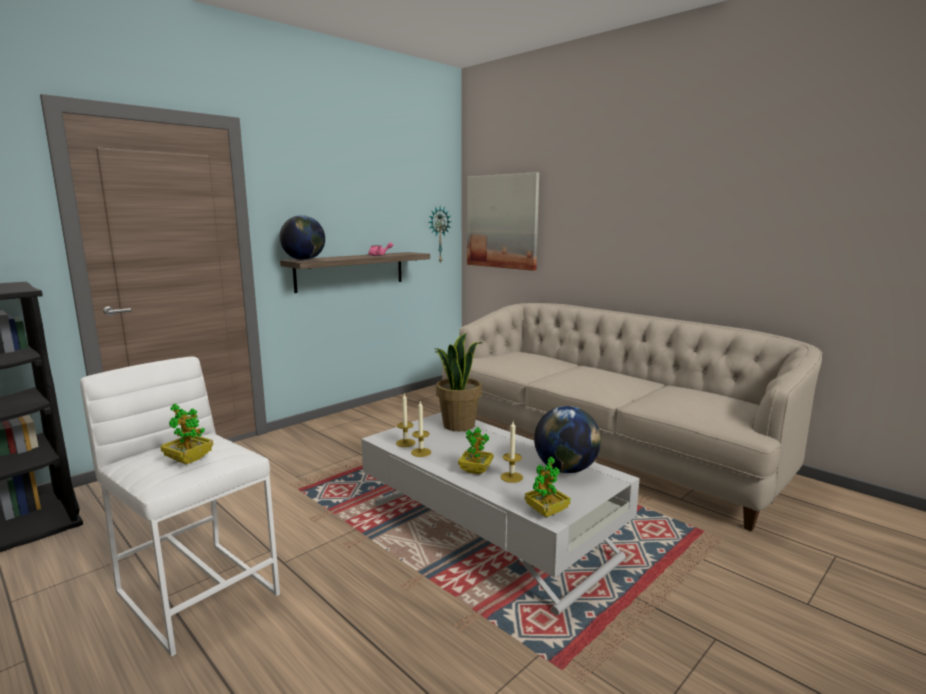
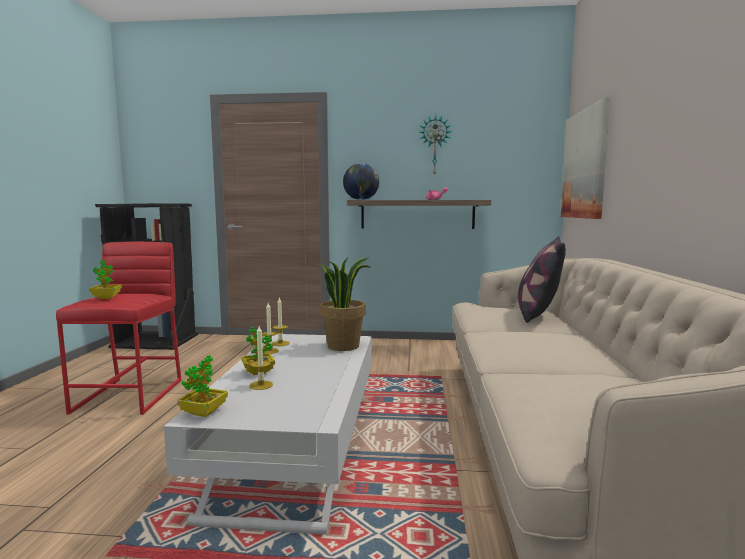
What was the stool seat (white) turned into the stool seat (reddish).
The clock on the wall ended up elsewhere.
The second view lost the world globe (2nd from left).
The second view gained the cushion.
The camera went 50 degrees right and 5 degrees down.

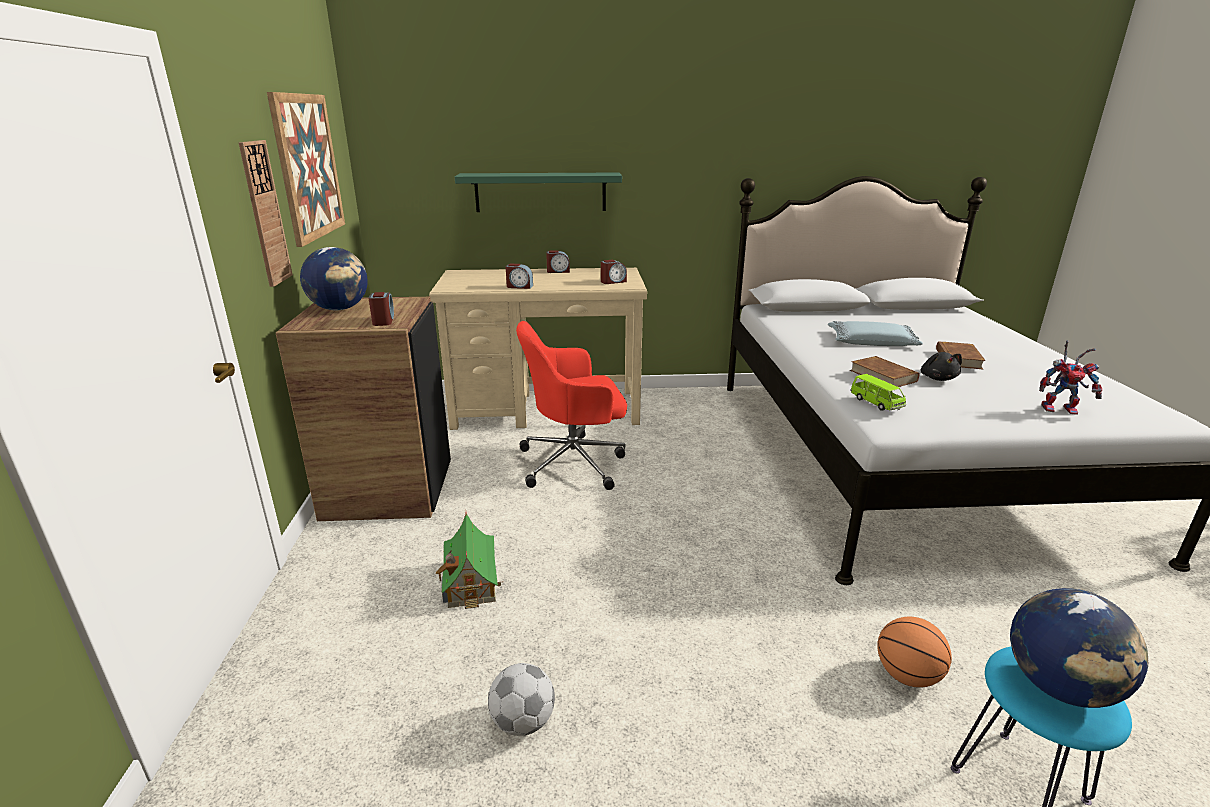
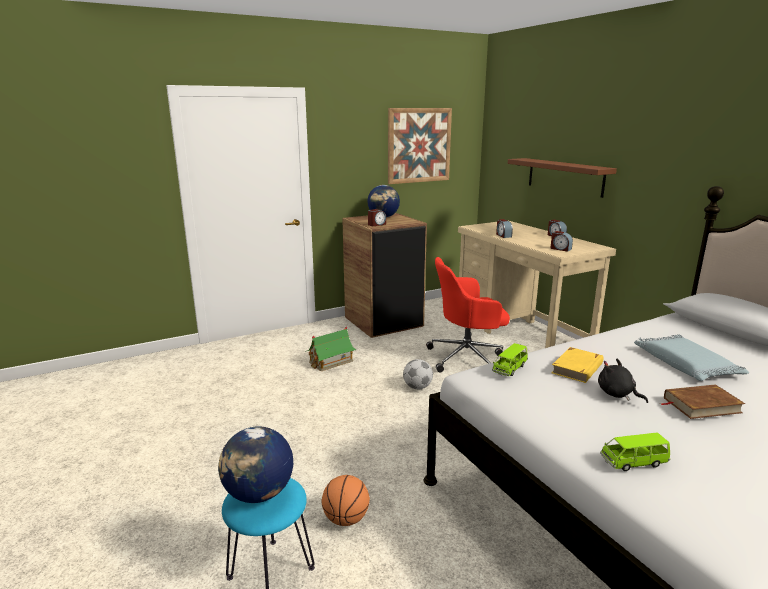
The second view lost the clock on the wall.
What was the bracket shelf (green) turned into the bracket shelf (brownish).
The football ended up elsewhere.
The desk chair (reddish) ended up facing another way, 60 degrees counterclockwise from before.
What was the volume (brownish) (1st from left) turned into the volume (yellow-coloured).
The plush toy (blackish) ended up facing another way, 75 degrees clockwise from before.
Where the robot figure stood, the model car (green) (2nd from left) came to stand.
The camera went 65 degrees right and 5 degrees down.

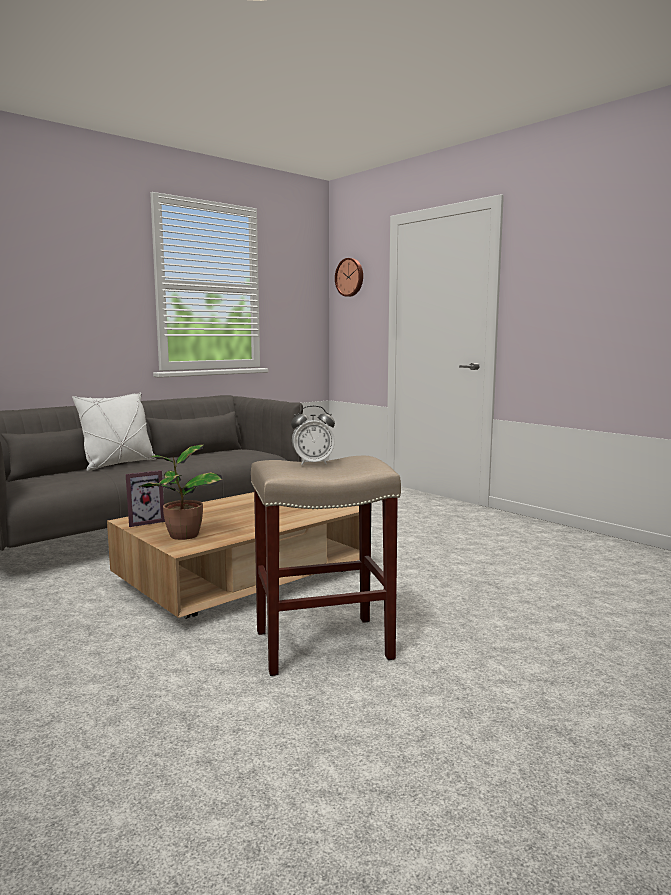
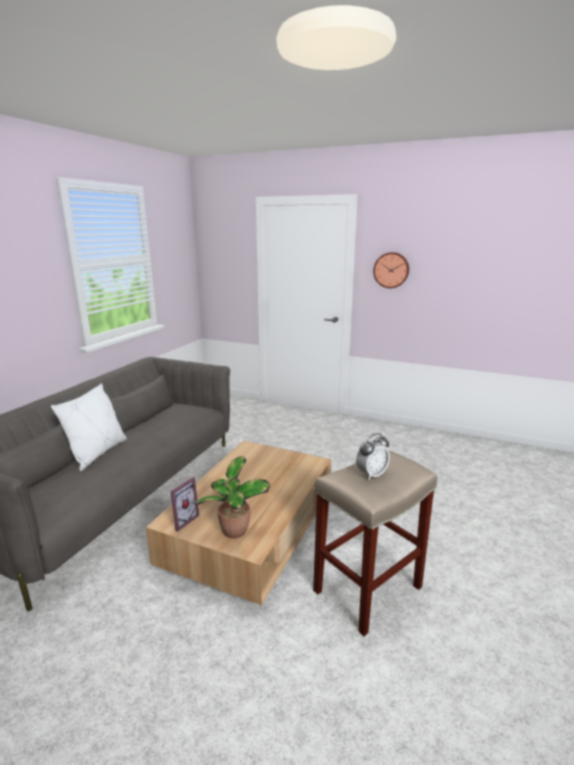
The clock on the wall ended up elsewhere.
The camera went 25 degrees left and 10 degrees up.

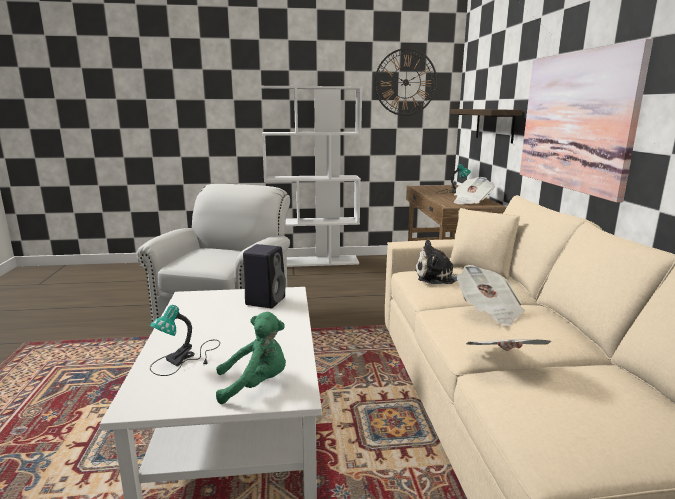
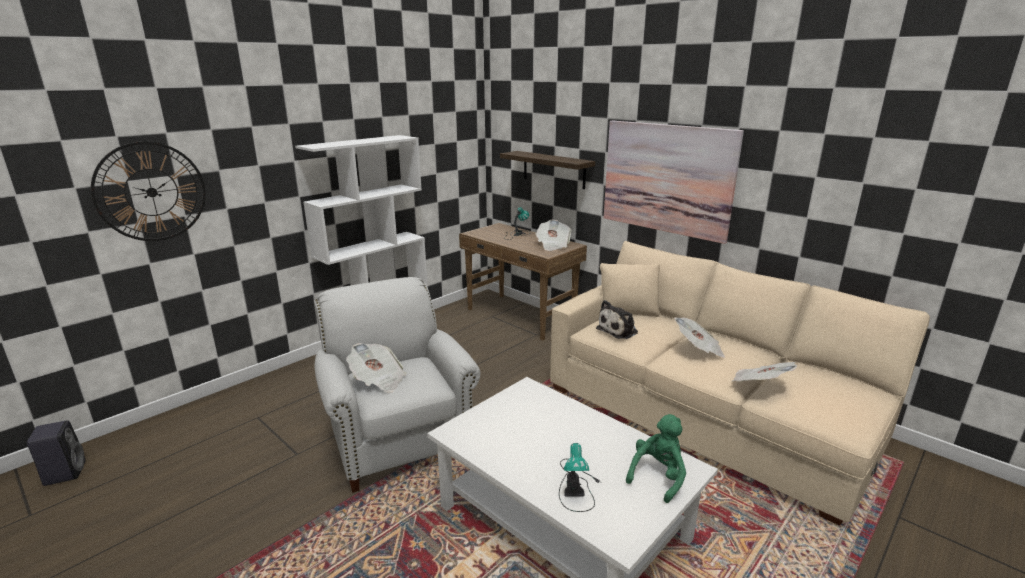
The loudspeaker (blackish) ended up elsewhere.
The clock on the wall ended up elsewhere.
The second view gained the newspaper (1st from left).
The camera went 40 degrees left and 5 degrees up.

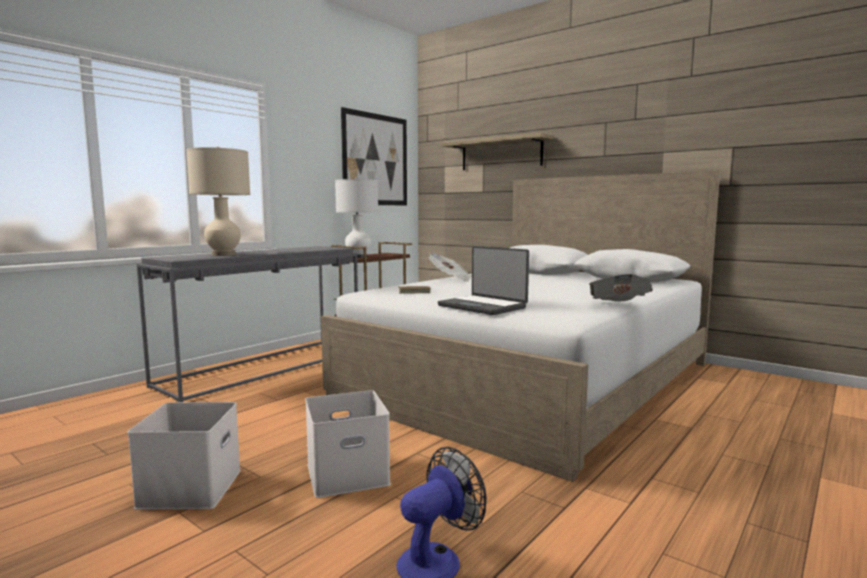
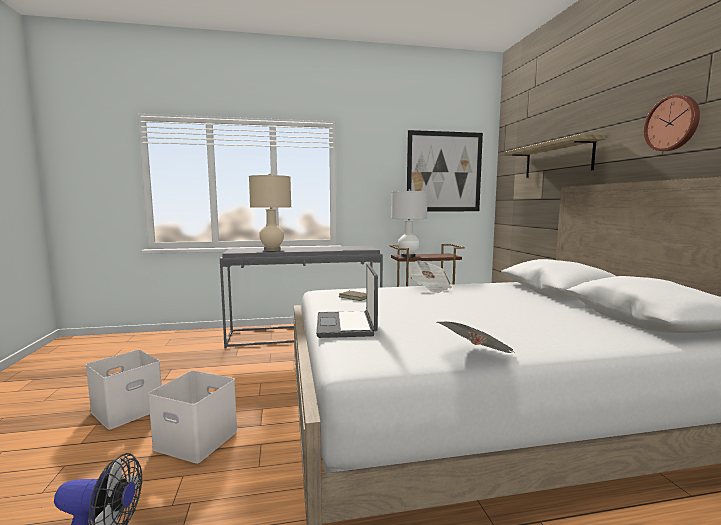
The second view gained the clock on the wall.
The camera went 40 degrees right and 0 degrees up.

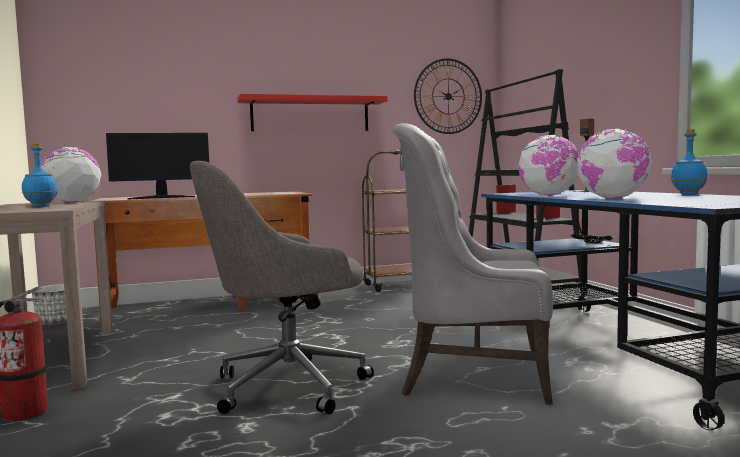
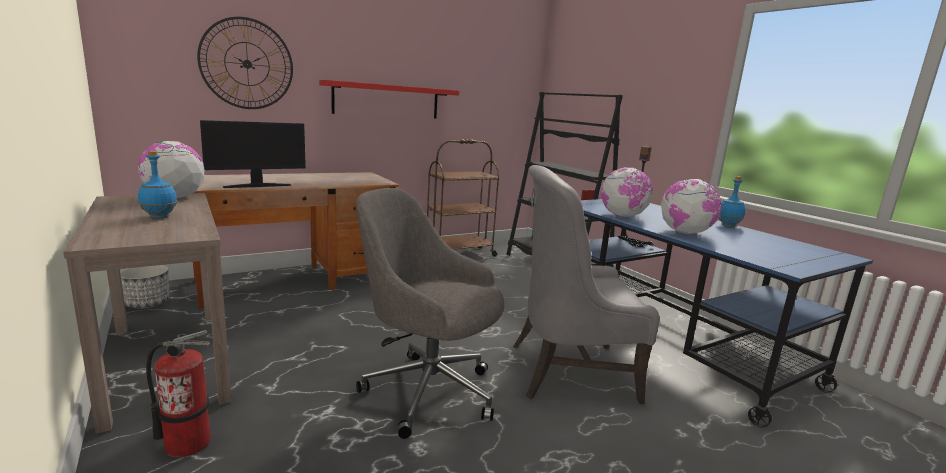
The desk chair (greyish) ended up facing another way, 60 degrees clockwise from before.
The clock on the wall ended up elsewhere.
The camera went 15 degrees left and 10 degrees up.

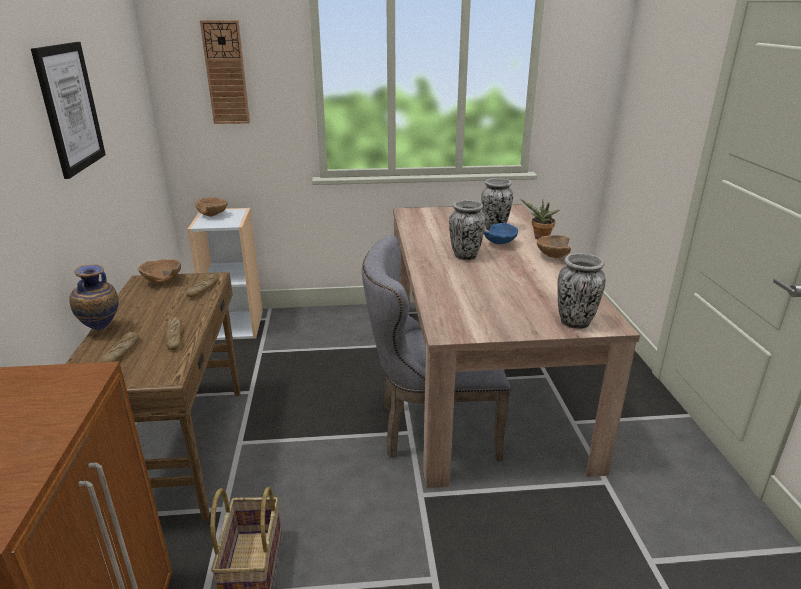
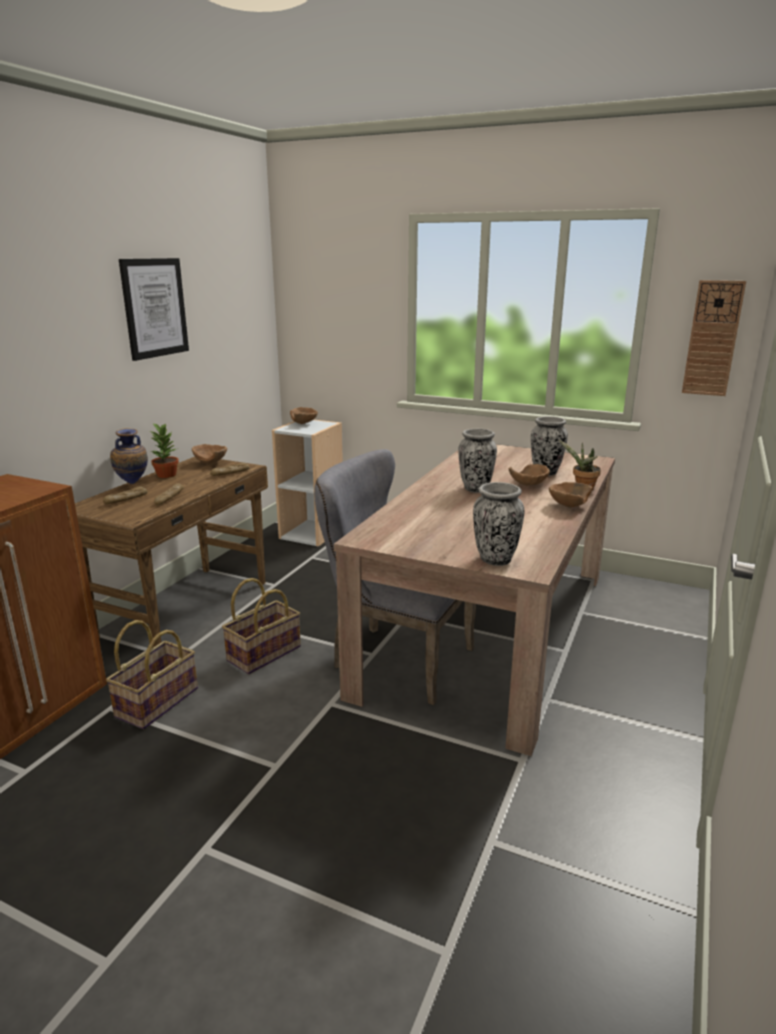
The clock on the wall ended up elsewhere.
What was the bowl (bluish) turned into the bowl (brownish) (3rd from left).
The second view gained the plant in a pot (1st from left).
The second view gained the household basket (2nd from left).
The camera went 30 degrees right and 5 degrees down.

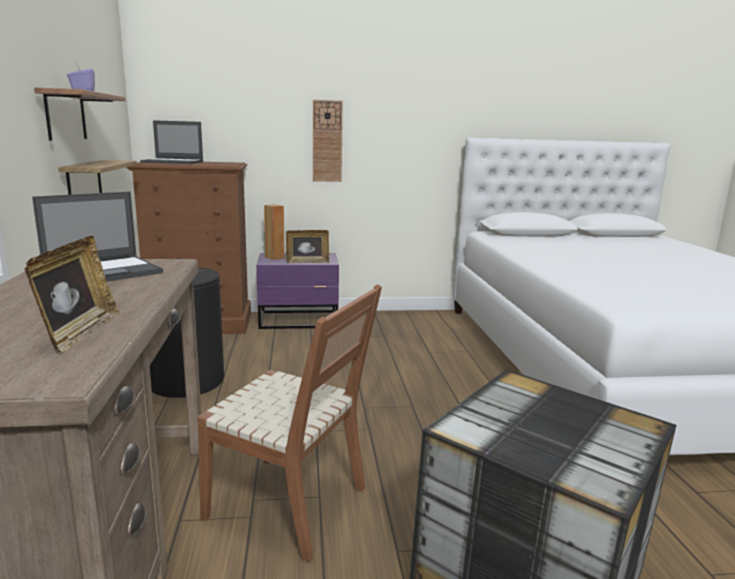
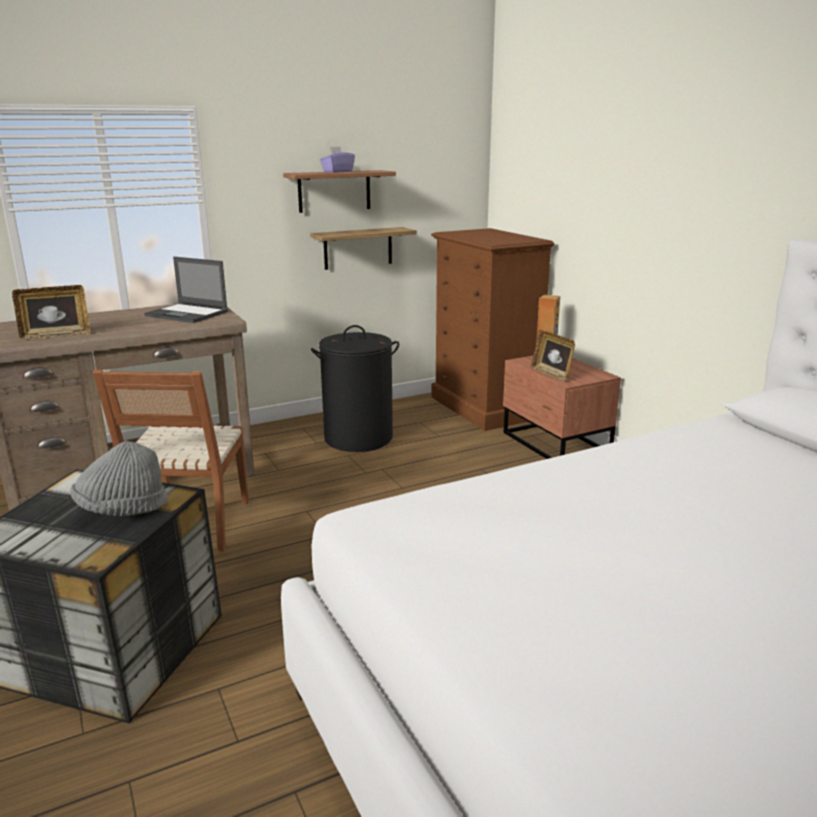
The second view lost the laptop (2nd from left).
What was the night table (purple) turned into the night table (brownish).
The second view lost the clock on the wall.
The second view gained the clothing hat (greyish).
The camera went 70 degrees right and 5 degrees up.

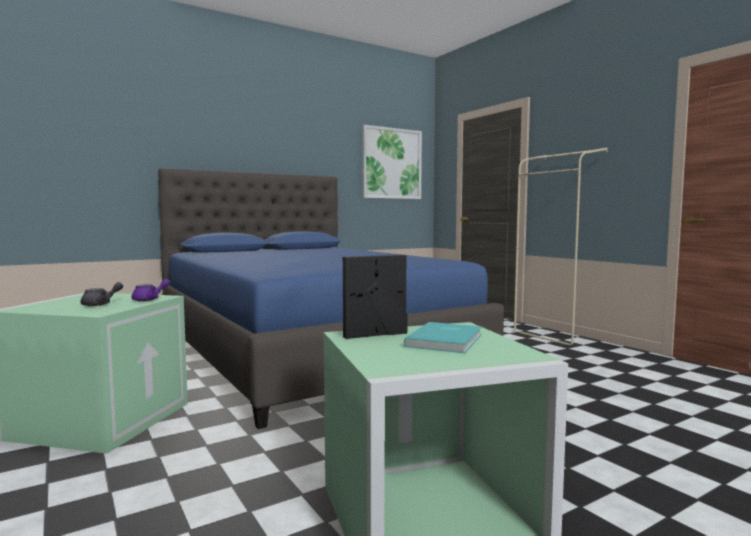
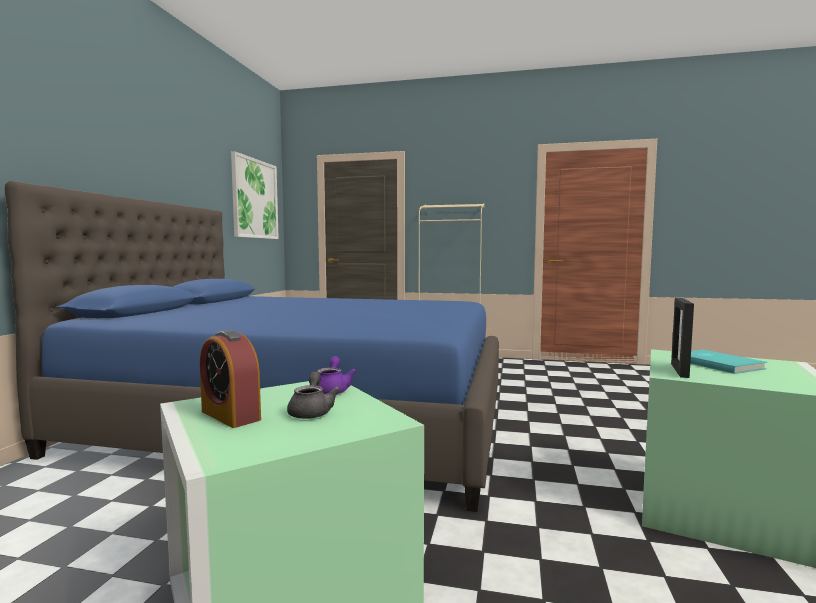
The second view gained the alarm clock.
The camera went 45 degrees left and 0 degrees up.

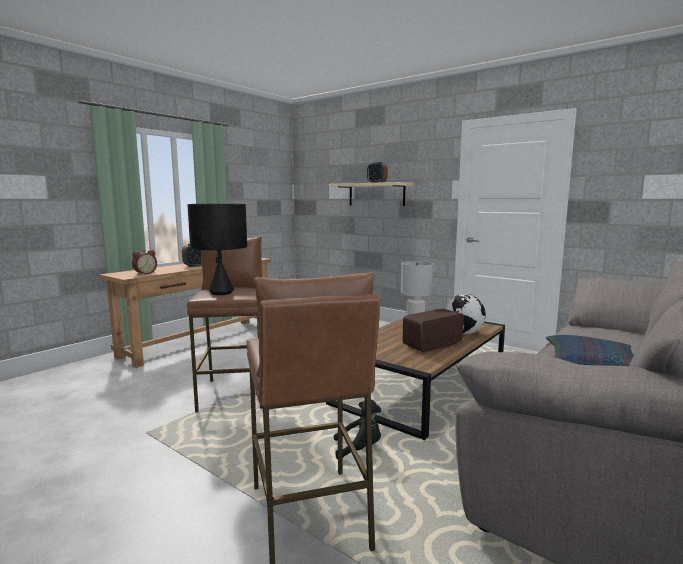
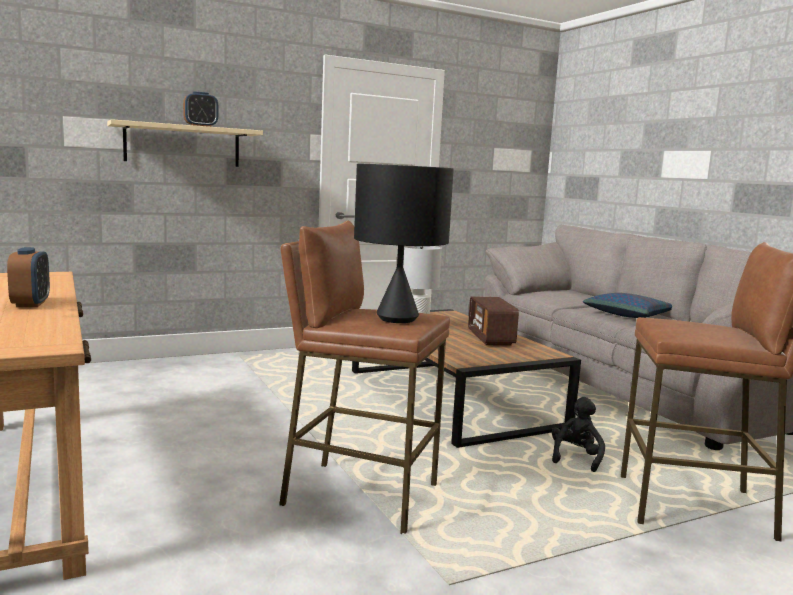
The second view lost the alarm clock (1st from left).
The second view lost the world globe.
The camera went 65 degrees left and 0 degrees up.

